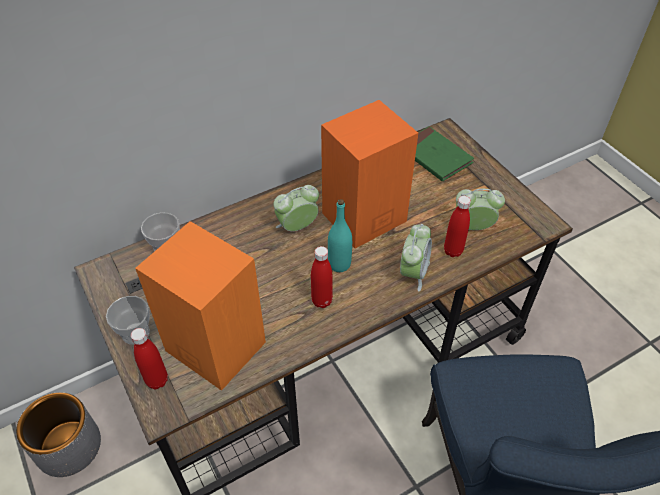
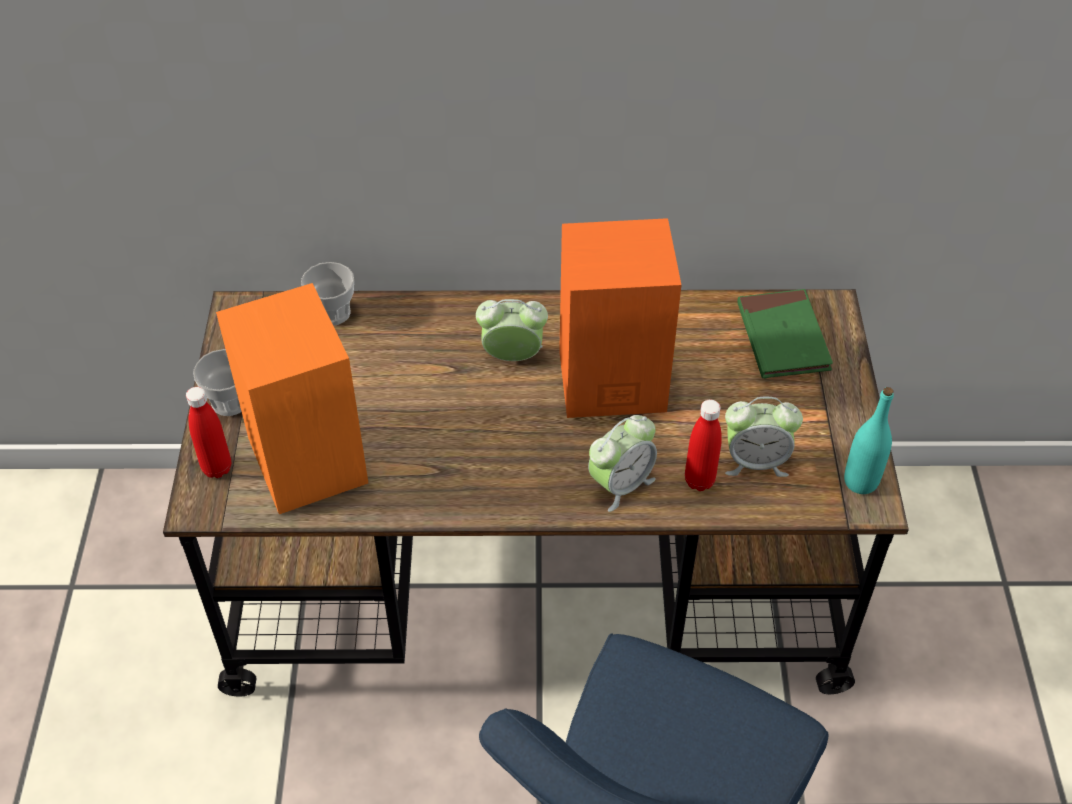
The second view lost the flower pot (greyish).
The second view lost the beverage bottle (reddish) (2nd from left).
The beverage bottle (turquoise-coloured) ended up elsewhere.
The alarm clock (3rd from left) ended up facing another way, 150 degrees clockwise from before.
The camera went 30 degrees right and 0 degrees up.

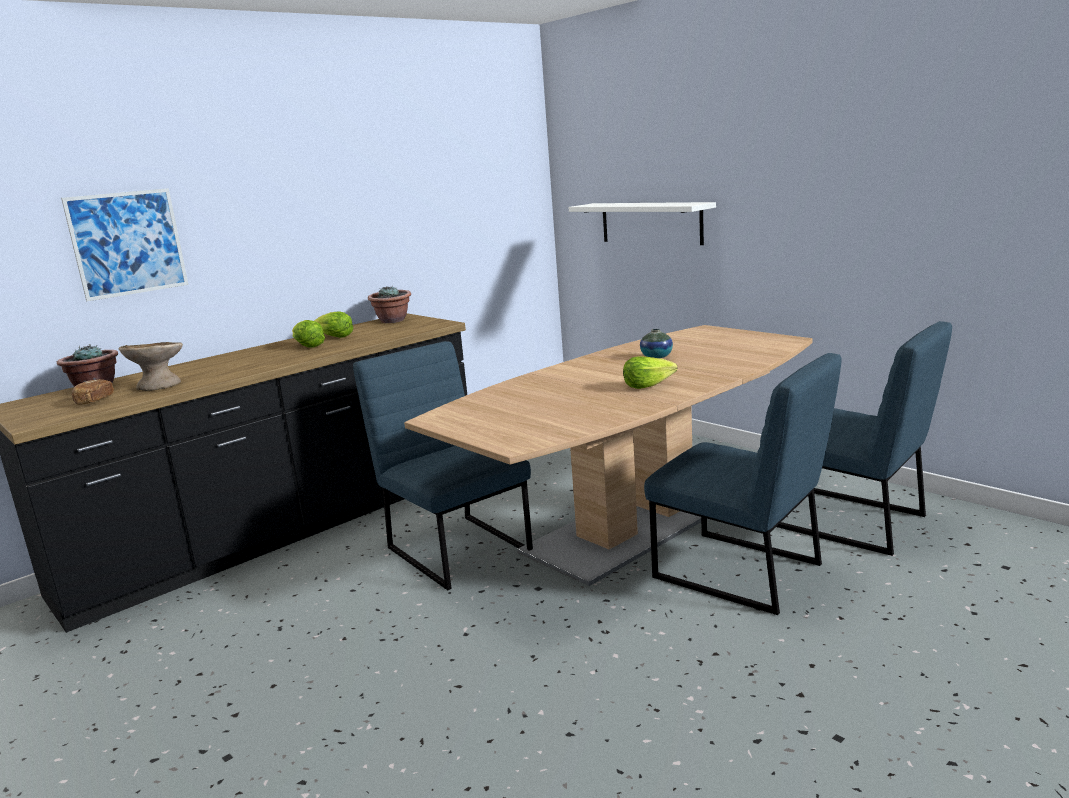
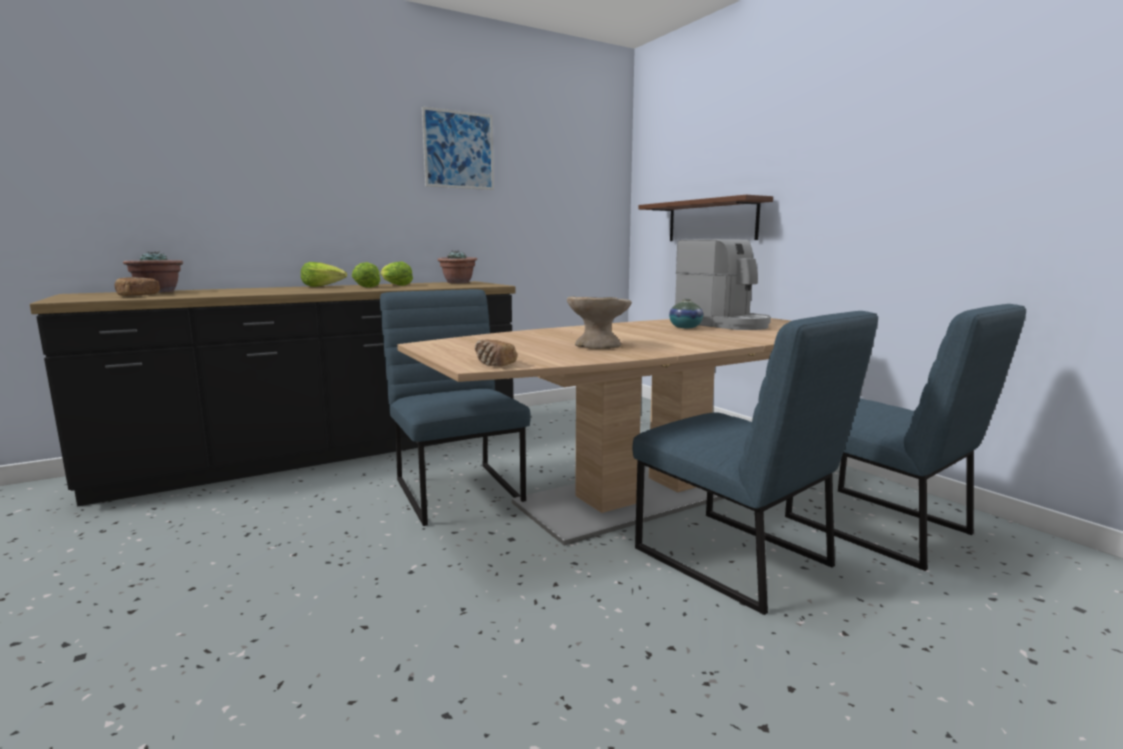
The wall picture ended up elsewhere.
The bowl (sand-coloured) ended up elsewhere.
What was the bracket shelf (white) turned into the bracket shelf (brownish).
The lettuce head (3rd from left in the first image) ended up elsewhere.
The second view gained the bread (2nd from left).
The second view gained the coffee machine.
The camera went 10 degrees right and 5 degrees down.

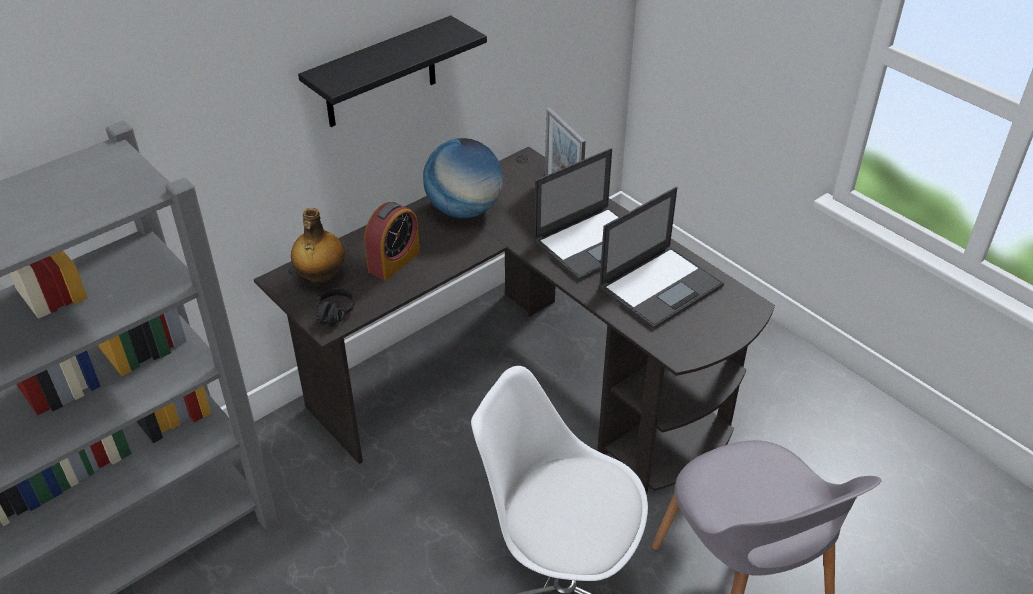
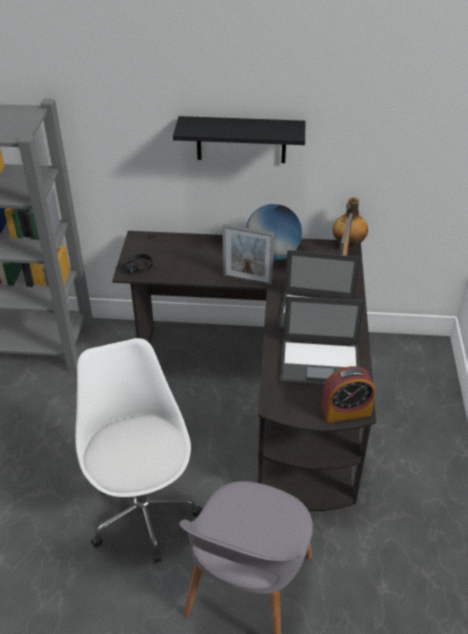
The beverage bottle ended up elsewhere.
The alarm clock ended up elsewhere.
The second view gained the standing frame (1st from left).
The camera went 45 degrees right and 0 degrees up.

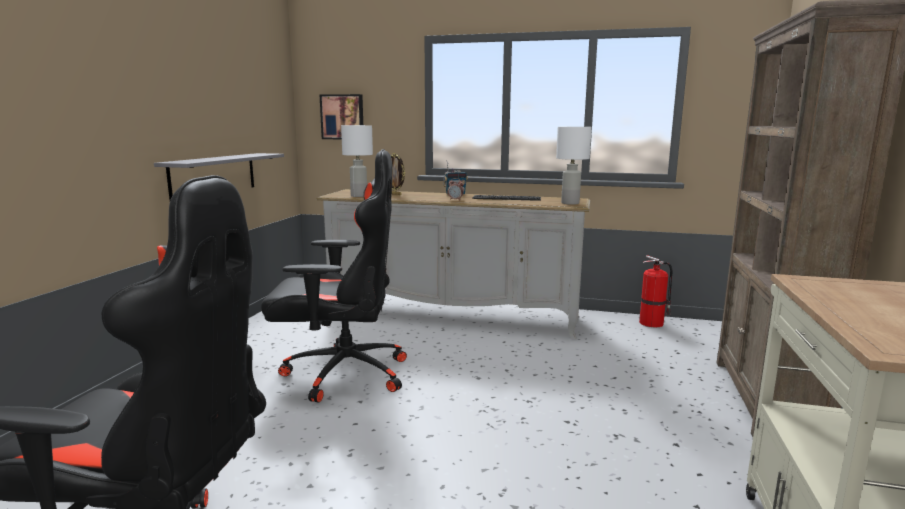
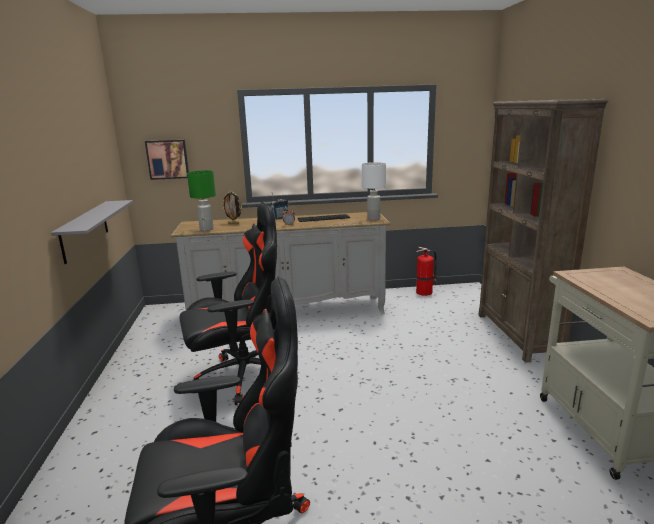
What was the tabletop lamp (white) (1st from left) turned into the tabletop lamp (green).
The camera went 20 degrees left and 5 degrees up.

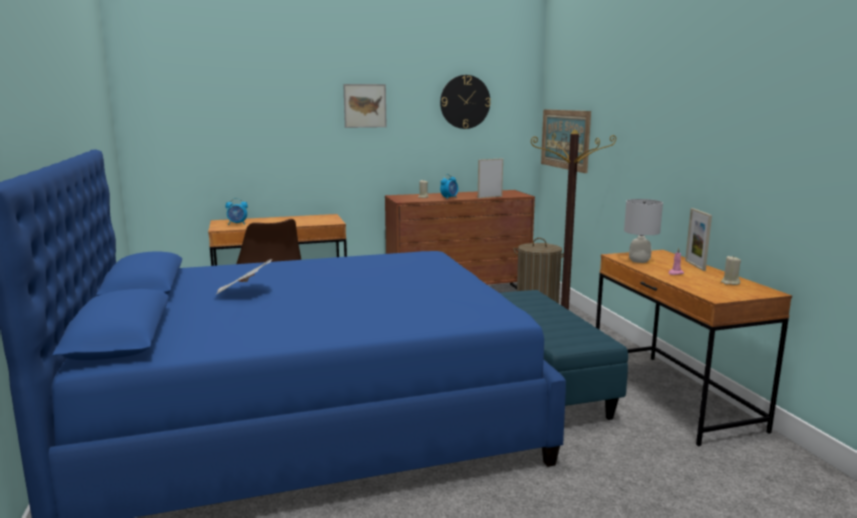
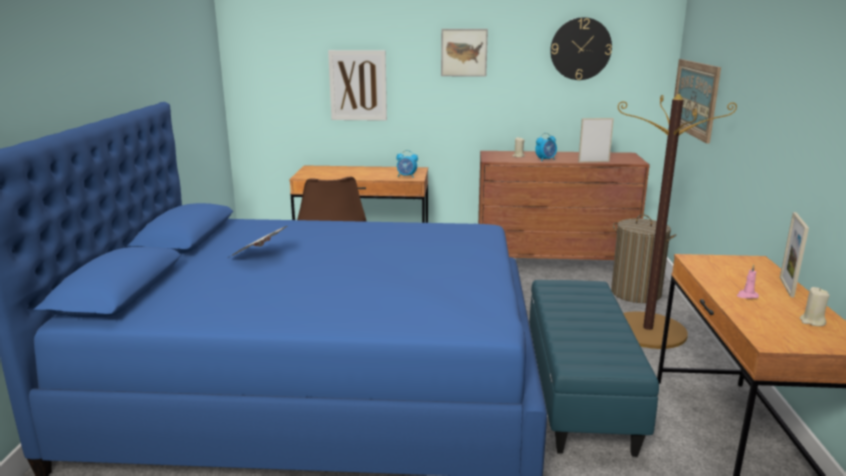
The alarm clock (1st from left) ended up elsewhere.
The second view lost the tabletop lamp (greyish).
The second view gained the wall picture (1st from left).
The camera went 20 degrees right and 5 degrees up.

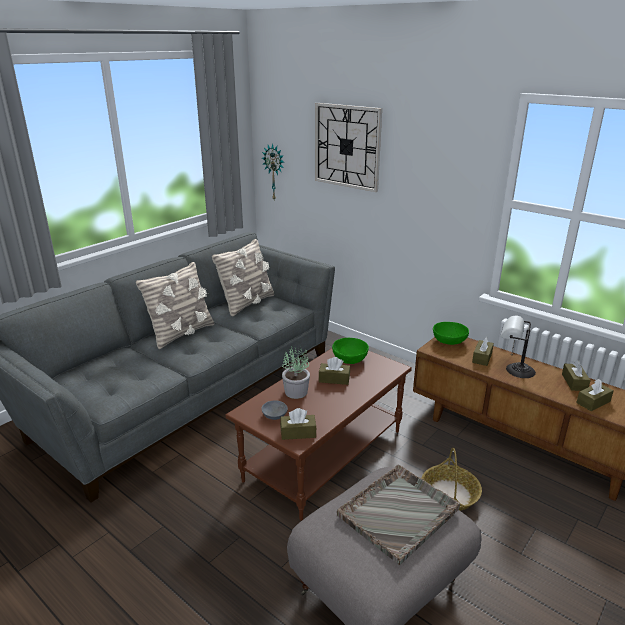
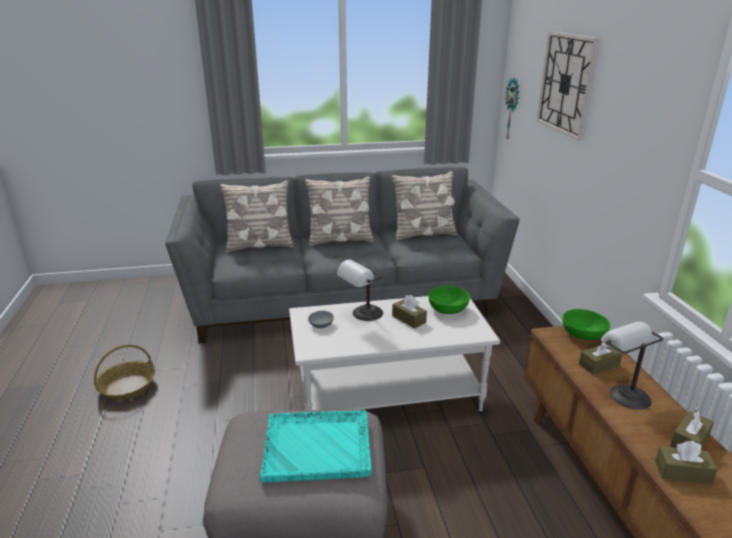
What was the coffee table (brownish) turned into the coffee table (white).
The second view lost the tissue box (brownish) (1st from left).
Where the plant in a pot stood, the tabletop lamp (1st from left) came to stand.
What was the serving tray (greyish) turned into the serving tray (turquoise-coloured).
The household basket ended up elsewhere.
The second view gained the cushion (sand-coloured) (1st from left).
The camera went 40 degrees right and 0 degrees up.

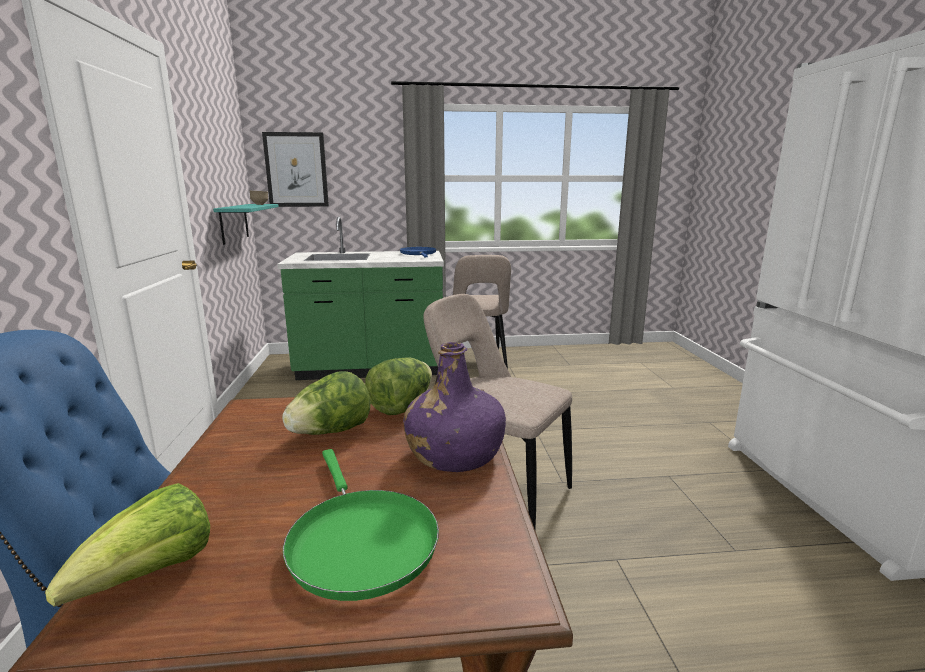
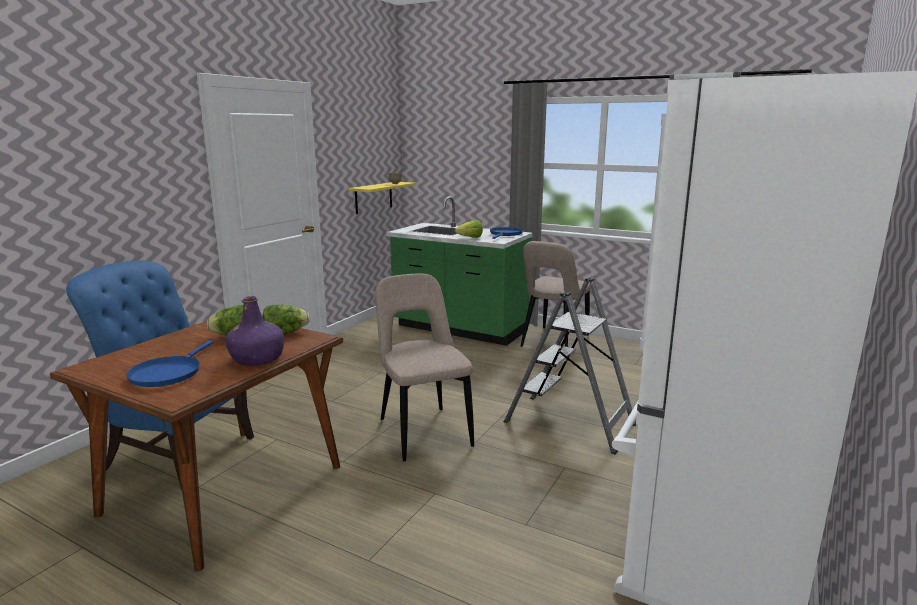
The lettuce head (1st from left in the first image) ended up elsewhere.
What was the bracket shelf (turquoise-coloured) turned into the bracket shelf (yellow-coloured).
The second view lost the wall picture.
What was the frying pan (green) turned into the frying pan (bluish) (1st from left).
The second view gained the step stool (greyish).
The camera went 35 degrees right and 0 degrees up.

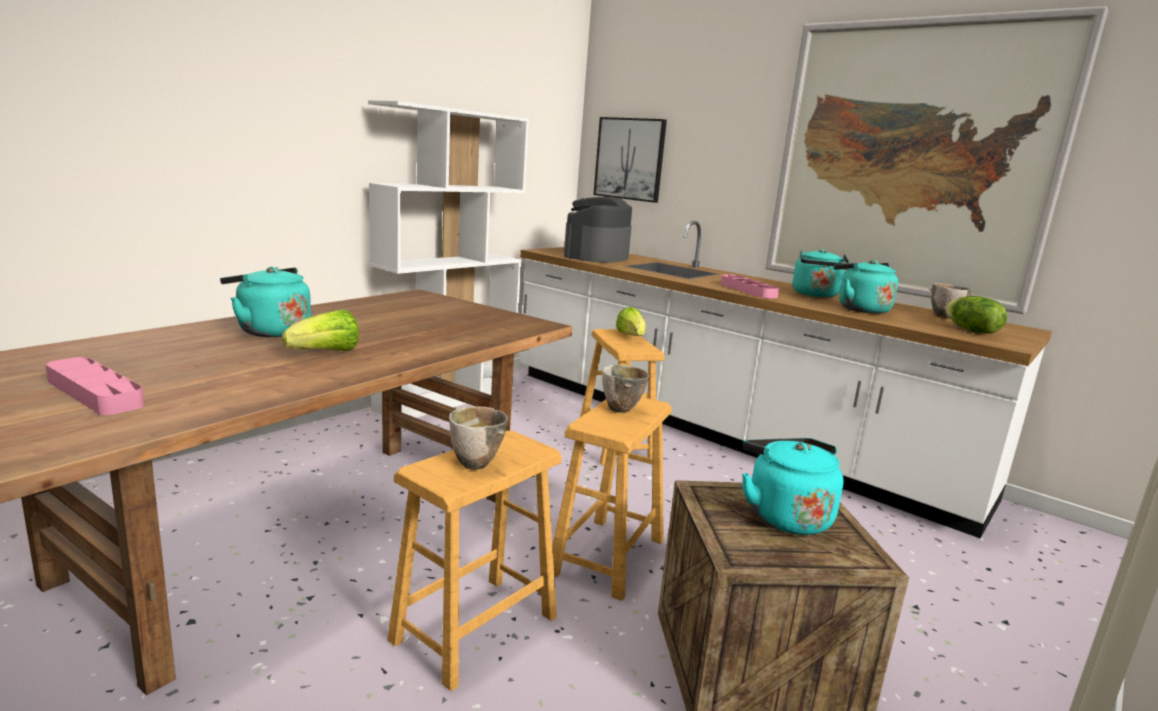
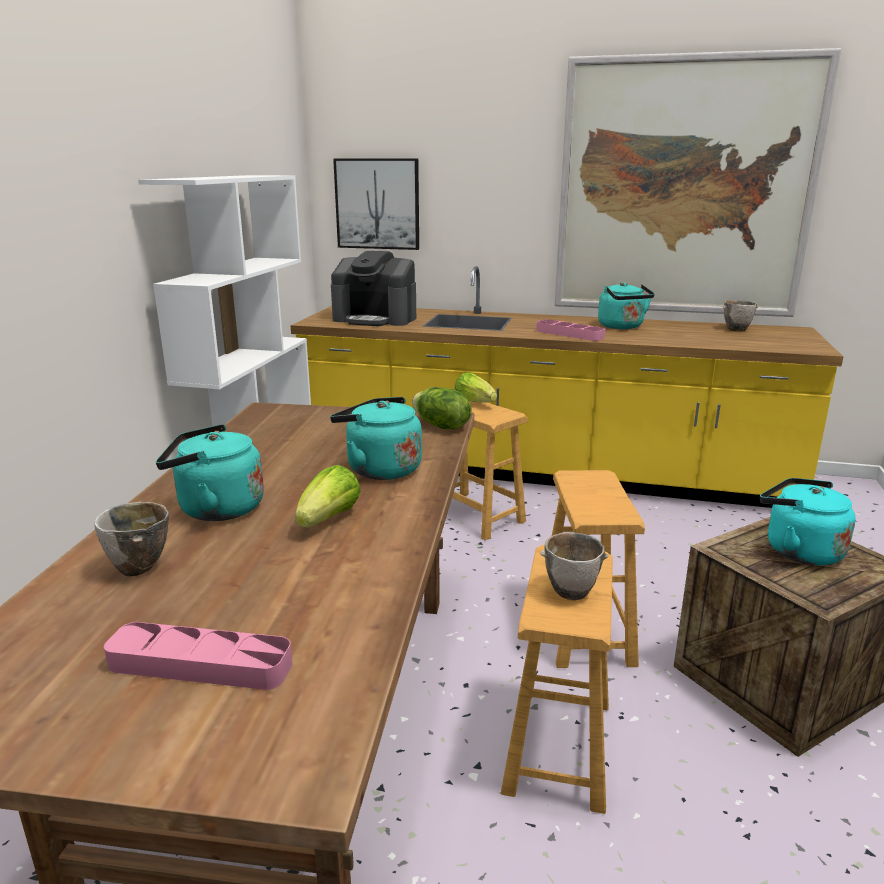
What was the kitchen counter (white) turned into the kitchen counter (yellow-coloured).
The coffee machine ended up facing another way, 75 degrees counterclockwise from before.
The bowl (2nd from left in the first image) ended up elsewhere.
The tea kettle (turquoise-coloured) (4th from left in the first image) ended up elsewhere.
The lettuce head (3rd from left in the first image) ended up elsewhere.
The camera went 25 degrees left and 5 degrees up.

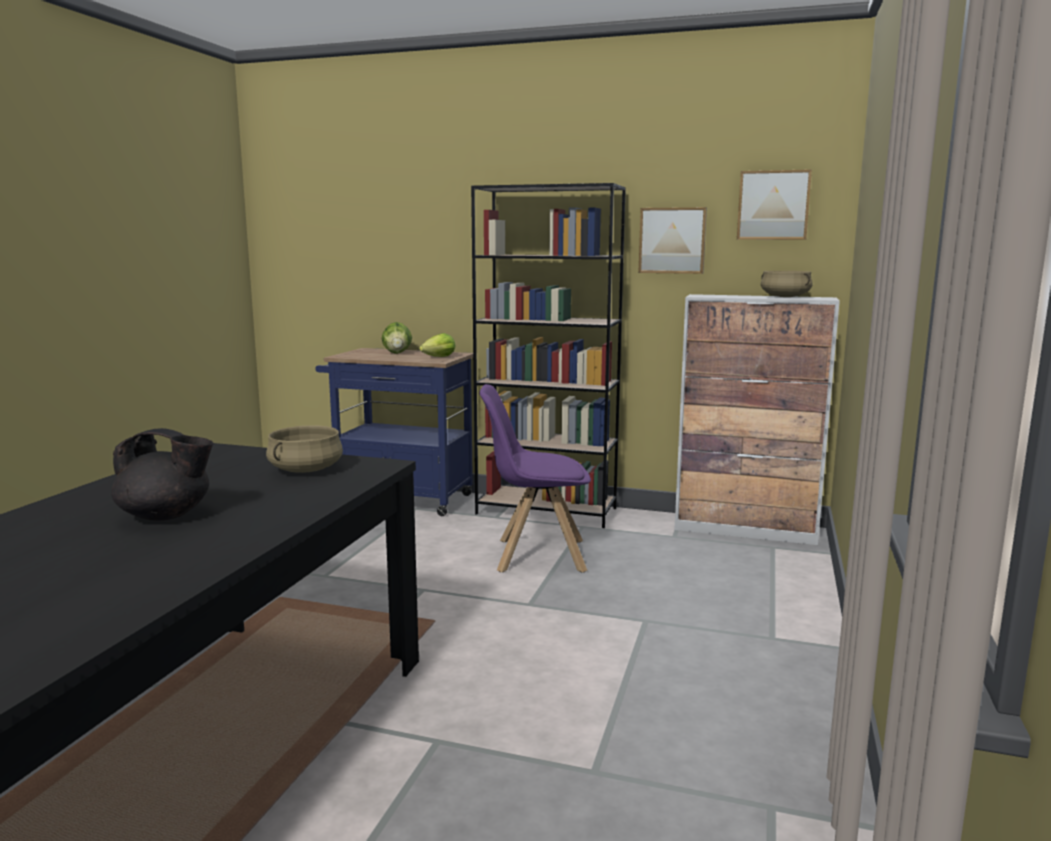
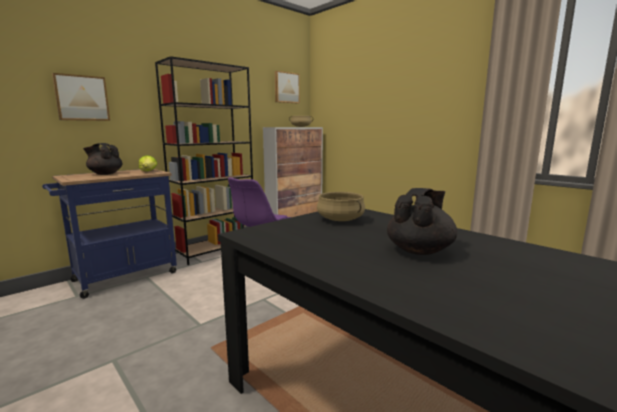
Where the lettuce head (1st from left) stood, the teapot (blackish) (1st from left) came to stand.
The wall picture (1st from left) ended up elsewhere.
The camera went 60 degrees left and 0 degrees up.

